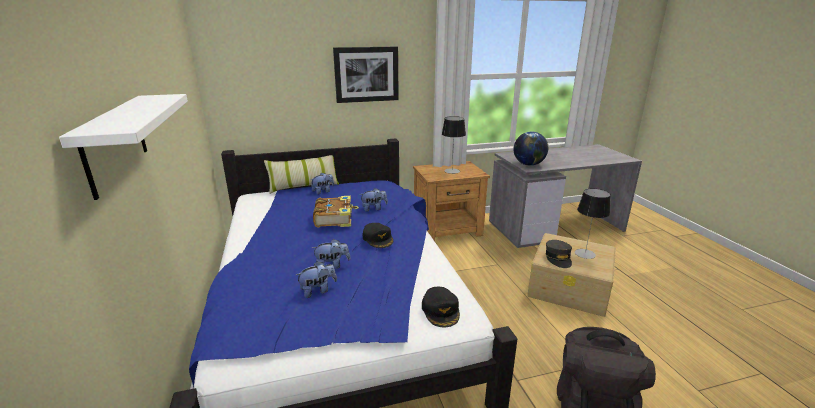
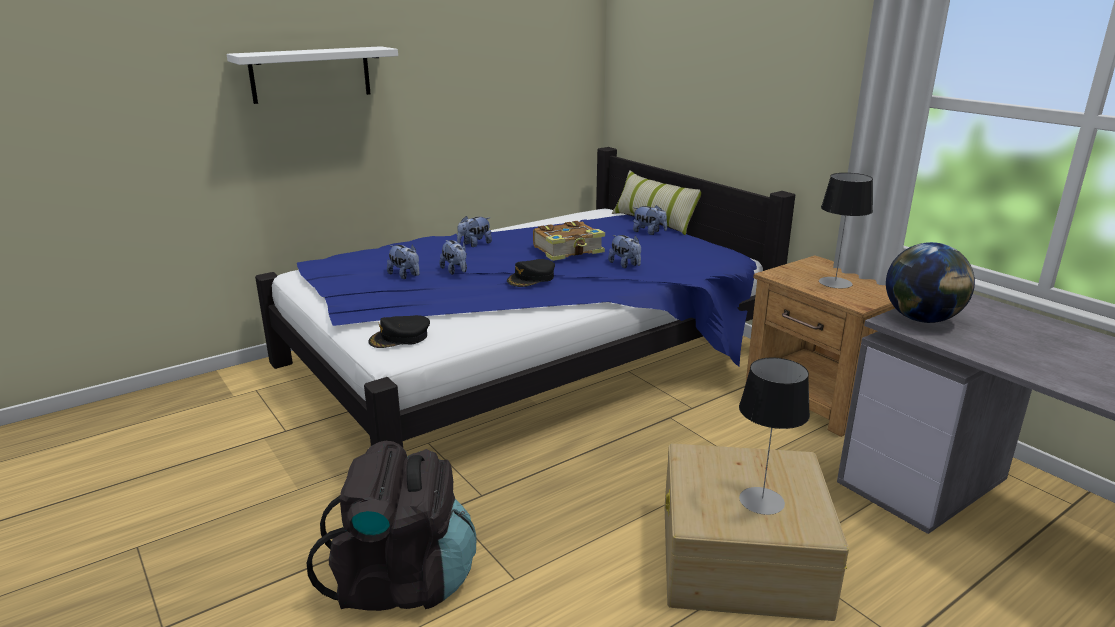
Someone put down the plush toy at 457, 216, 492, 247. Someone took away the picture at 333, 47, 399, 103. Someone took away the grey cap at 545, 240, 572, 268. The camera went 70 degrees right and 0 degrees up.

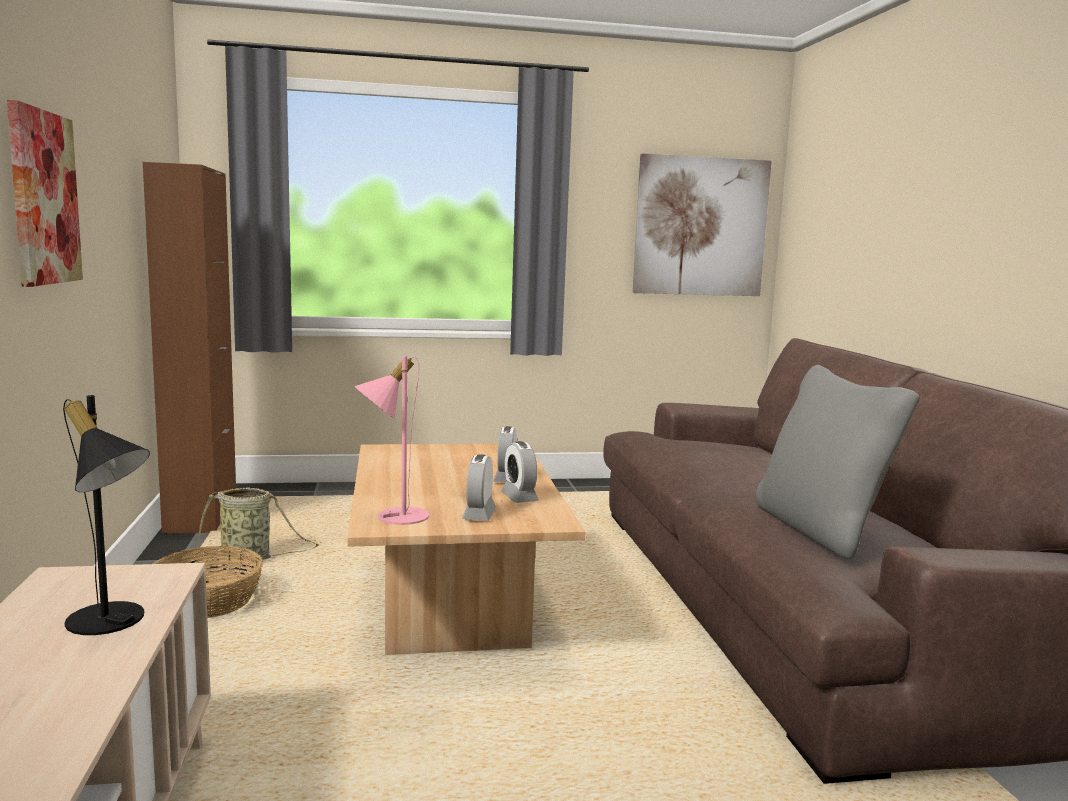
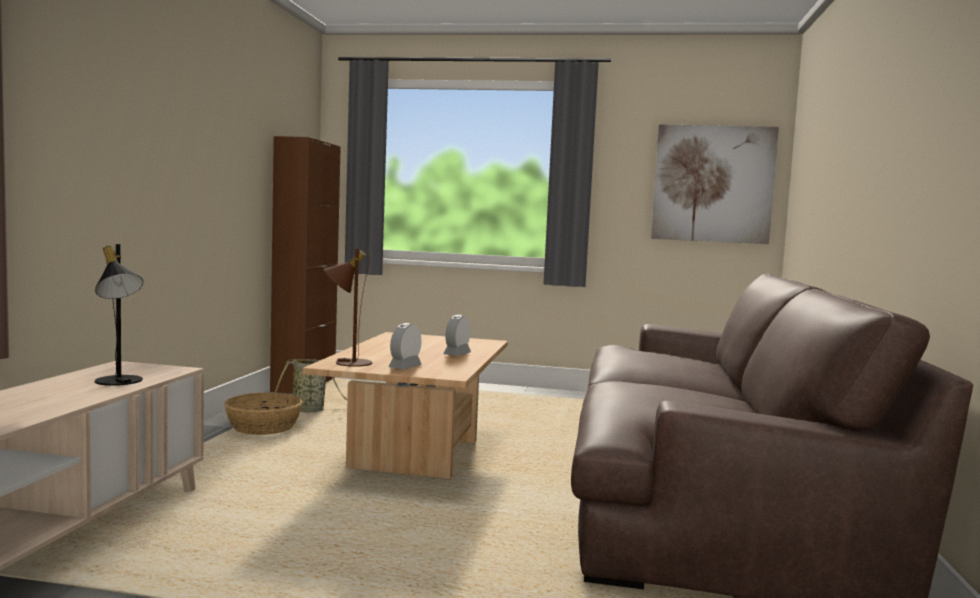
Someone repainted the pink table lamp at 354, 356, 429, 525, which became the brown table lamp at 324, 249, 372, 367. Someone took away the picture at 7, 100, 83, 287. Someone took away the alarm clock at 501, 441, 539, 503. Someone took away the grey pillow at 756, 365, 920, 559. The camera went 20 degrees right and 5 degrees down.

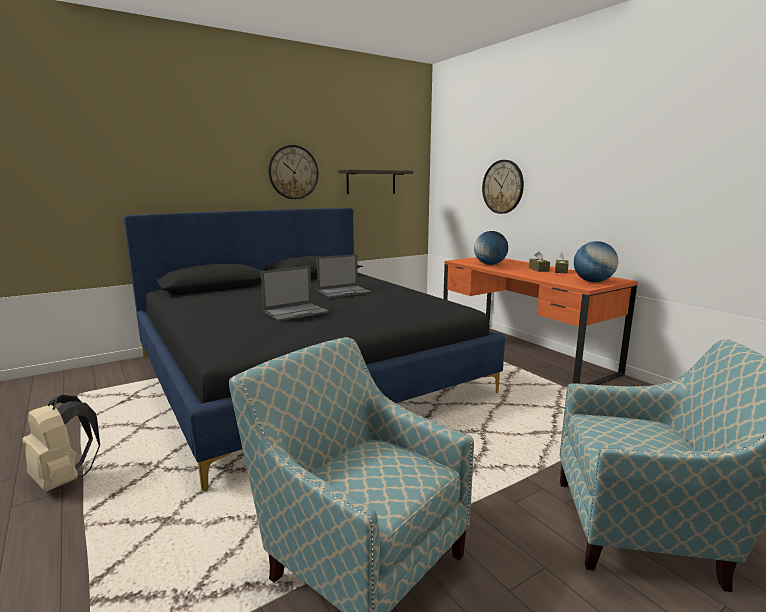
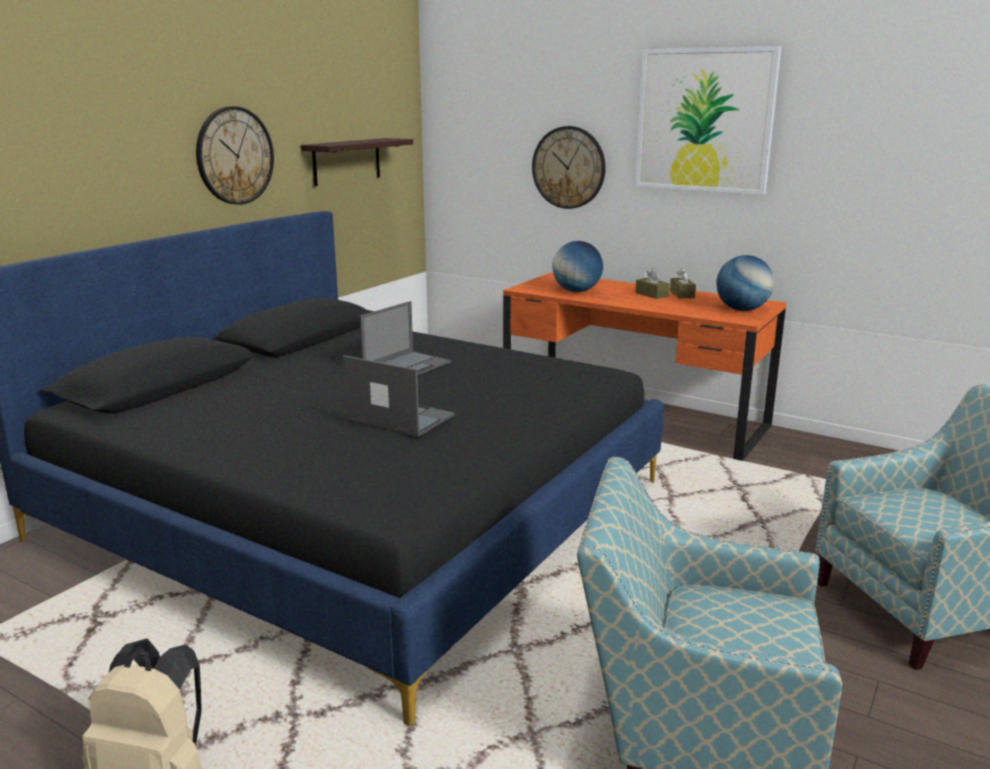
Someone rotated the laptop at 261, 266, 329, 321 by 90 degrees counterclockwise. Someone put up the picture at 635, 46, 781, 195. The camera went 25 degrees left and 5 degrees up.

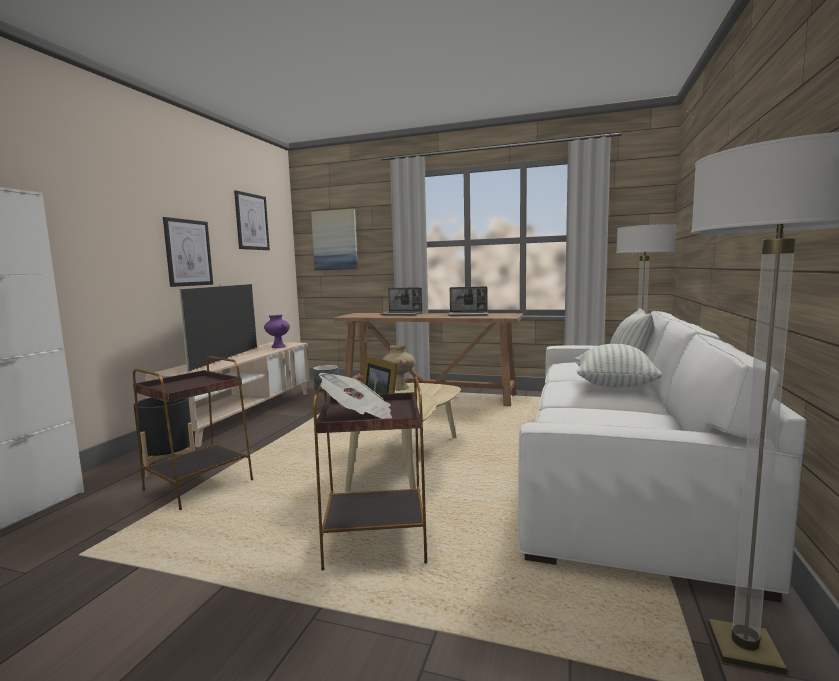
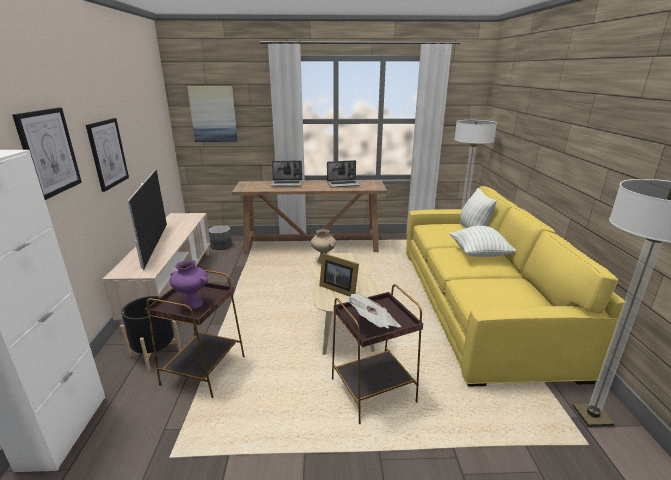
Someone carried the picture from 234, 190, 270, 250 to 12, 107, 82, 200. Someone carried the purple vase from 264, 315, 290, 348 to 169, 260, 208, 309. Someone repainted the white sofa at 518, 311, 806, 602, which became the yellow sofa at 406, 186, 625, 386. The camera went 20 degrees left and 15 degrees up.

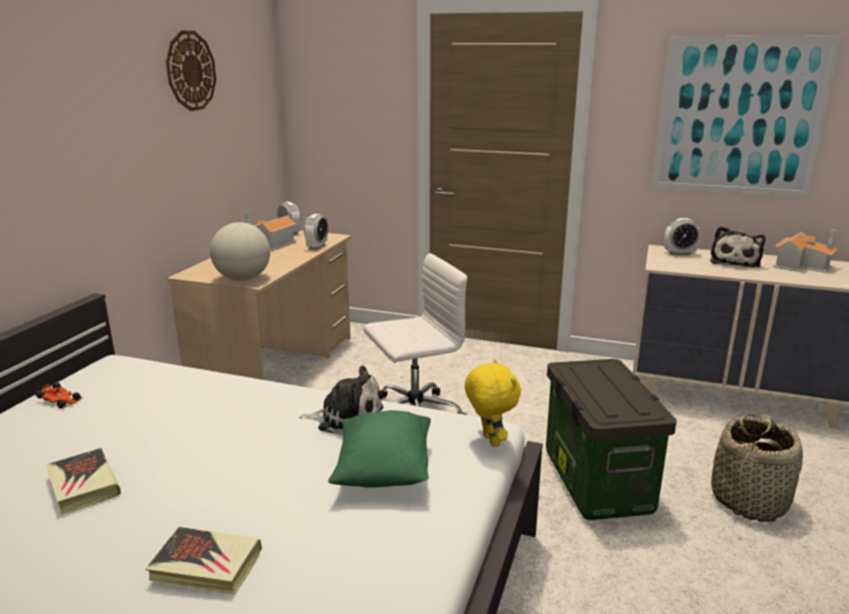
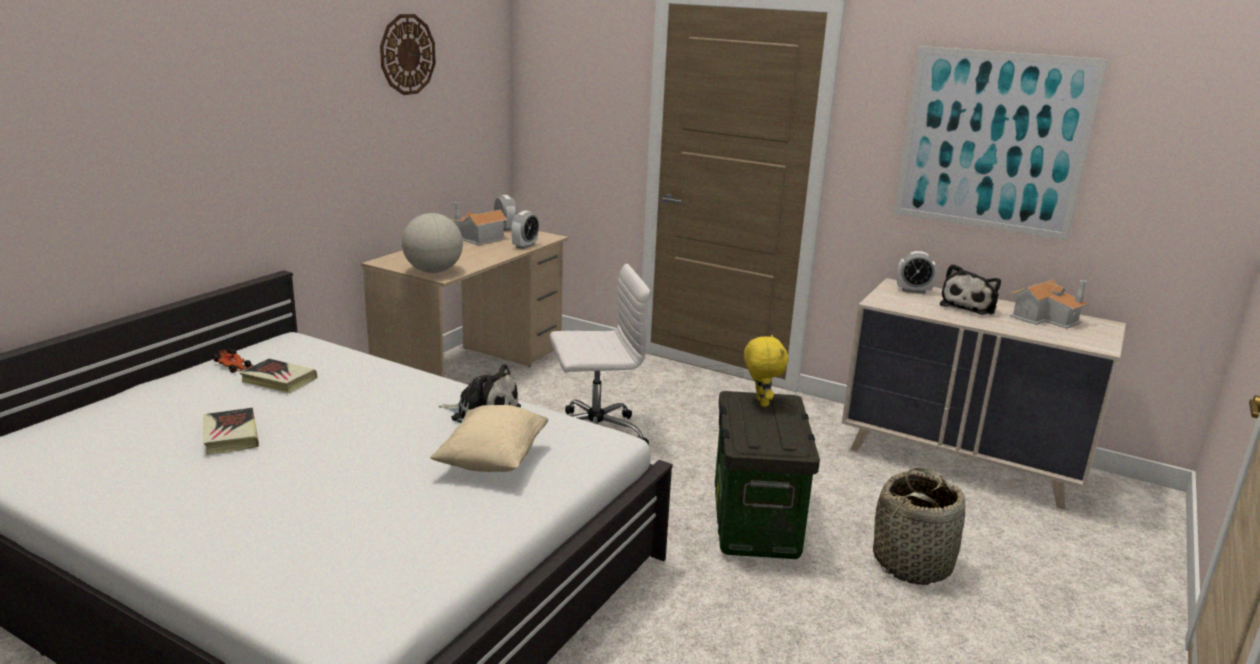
Someone carried the book from 146, 527, 262, 595 to 240, 358, 317, 393. Someone repainted the green pillow at 328, 410, 431, 488, which became the beige pillow at 430, 405, 548, 472. Someone carried the yellow plush toy from 465, 359, 521, 447 to 744, 335, 789, 407. The camera went 10 degrees right and 0 degrees up.

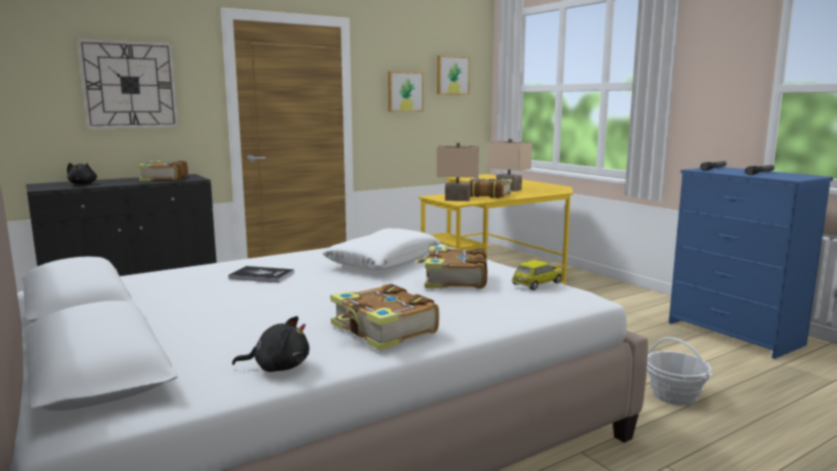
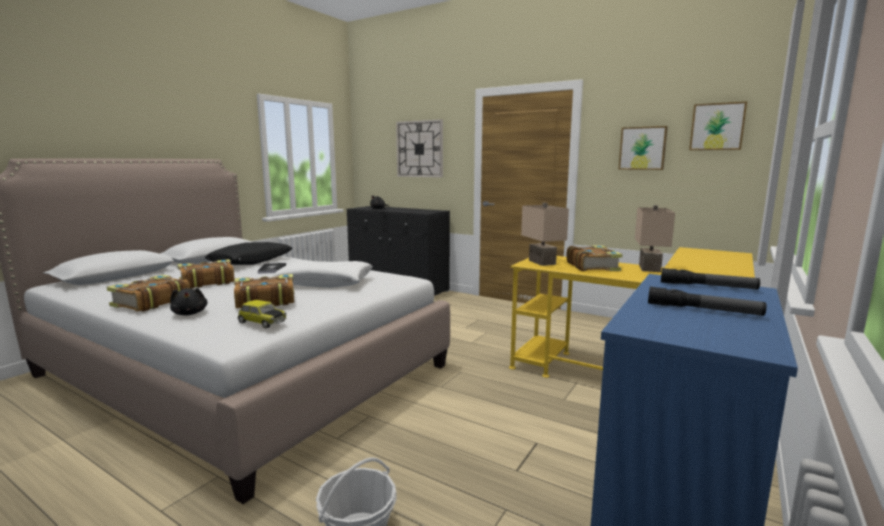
Someone carried the black plush toy from 232, 316, 309, 372 to 170, 288, 208, 315. Someone carried the book from 137, 160, 188, 181 to 177, 259, 235, 289. Someone put down the black pillow at 205, 242, 292, 265. The camera went 65 degrees right and 0 degrees up.

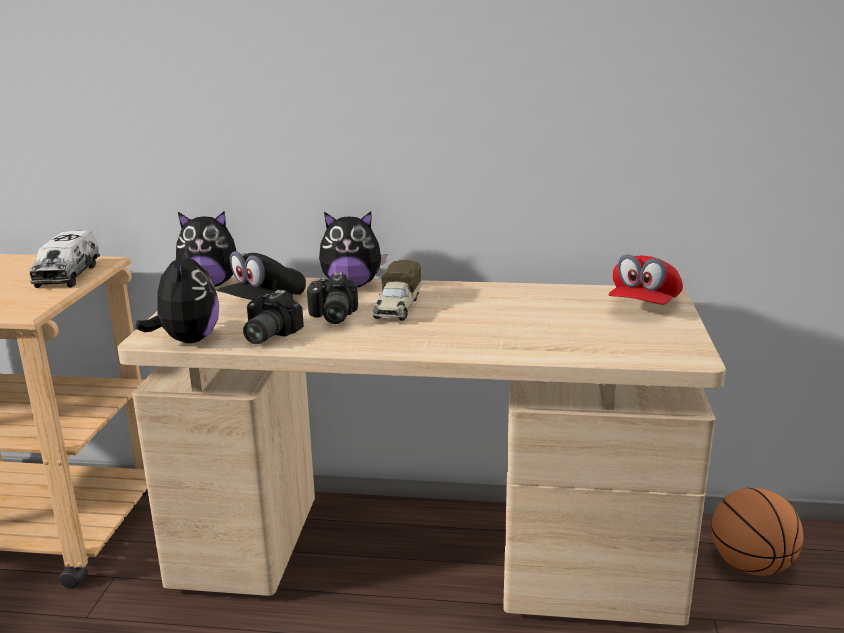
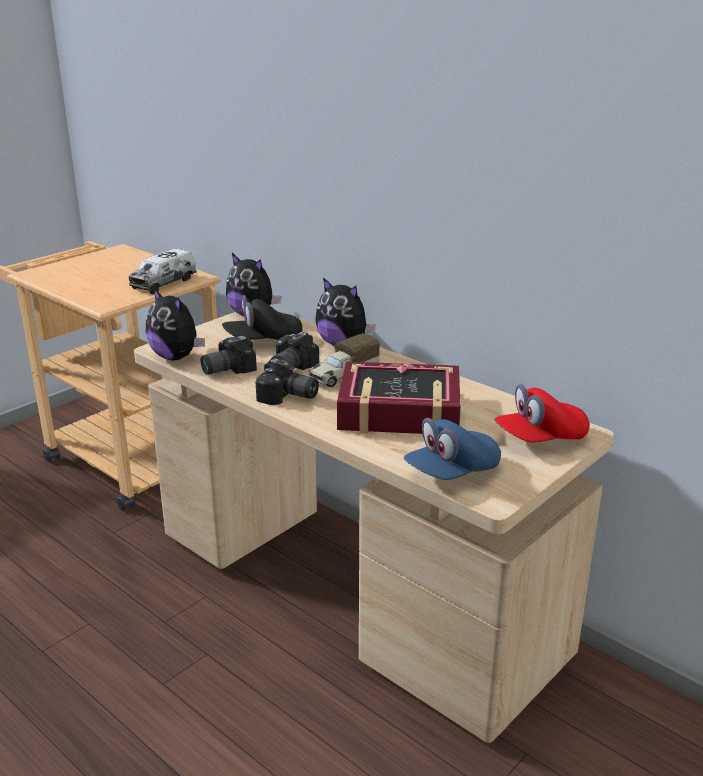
Someone rotated the plush toy at 136, 245, 219, 343 by 105 degrees clockwise. Someone put down the photo camera at 256, 358, 319, 405. Someone put down the book at 337, 361, 461, 434. Someone put down the blue cap at 404, 418, 501, 480. Someone took away the basketball at 711, 488, 803, 576. The camera went 35 degrees right and 5 degrees up.

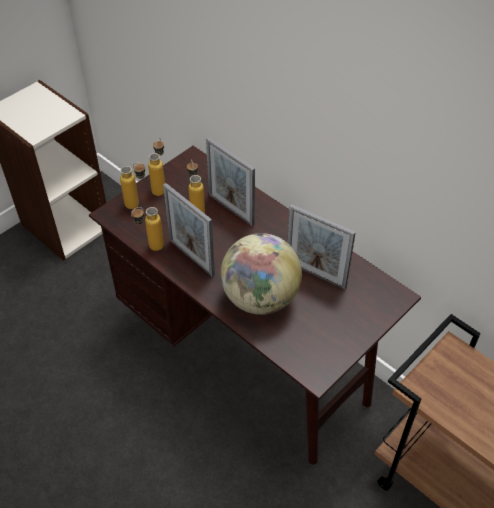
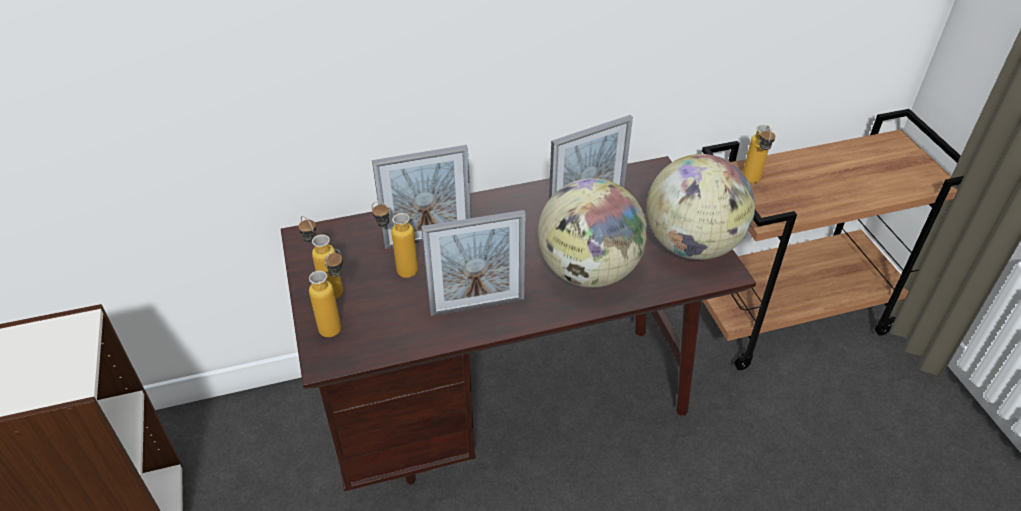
Someone put down the globe at 647, 154, 755, 260. Someone carried the bottle from 131, 207, 164, 251 to 743, 125, 775, 184. The camera went 60 degrees left and 5 degrees down.

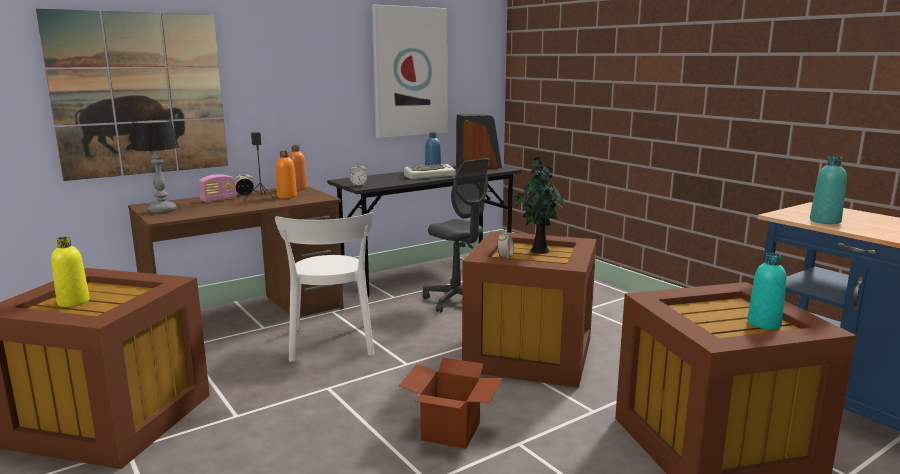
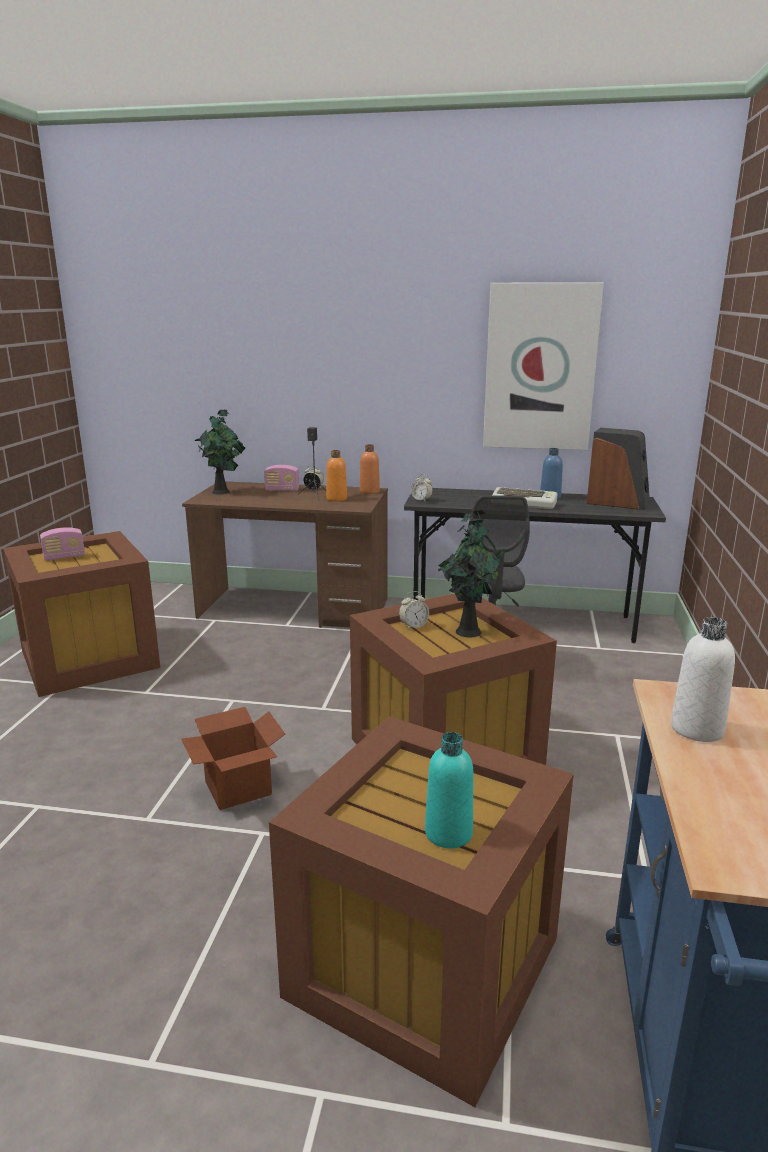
Someone swapped the yellow bottle at 51, 237, 90, 307 for the radio at 40, 527, 85, 561. Someone swapped the table lamp at 131, 119, 179, 213 for the potted plant at 194, 409, 245, 495. Someone repainted the turquoise bottle at 810, 156, 847, 224, which became the white bottle at 671, 617, 735, 742. Someone took away the picture at 36, 9, 228, 181. Someone took away the white chair at 275, 212, 374, 362. The camera went 45 degrees right and 5 degrees up.

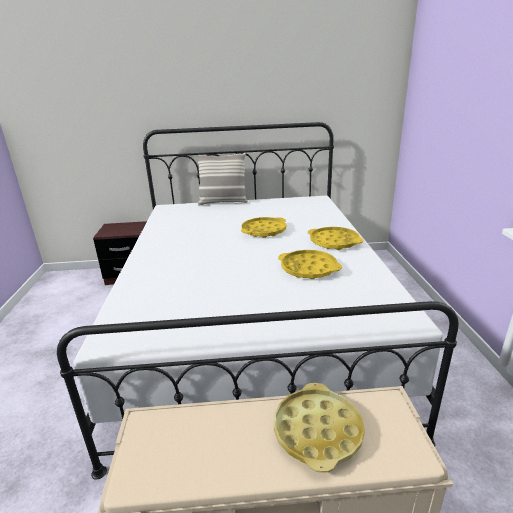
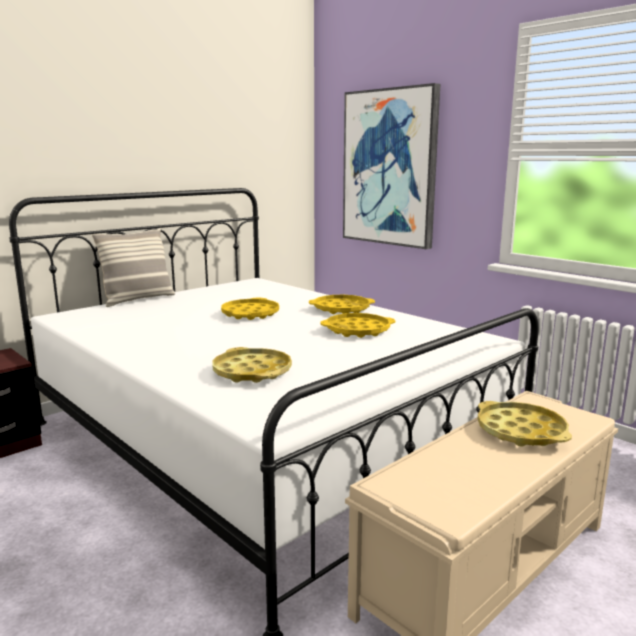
Someone put down the yellow tray at 212, 347, 292, 383. Someone put up the picture at 343, 83, 440, 249. The camera went 40 degrees left and 10 degrees down.

